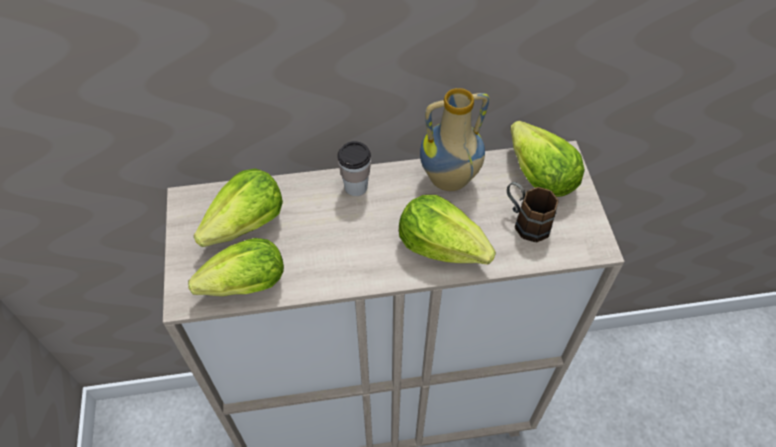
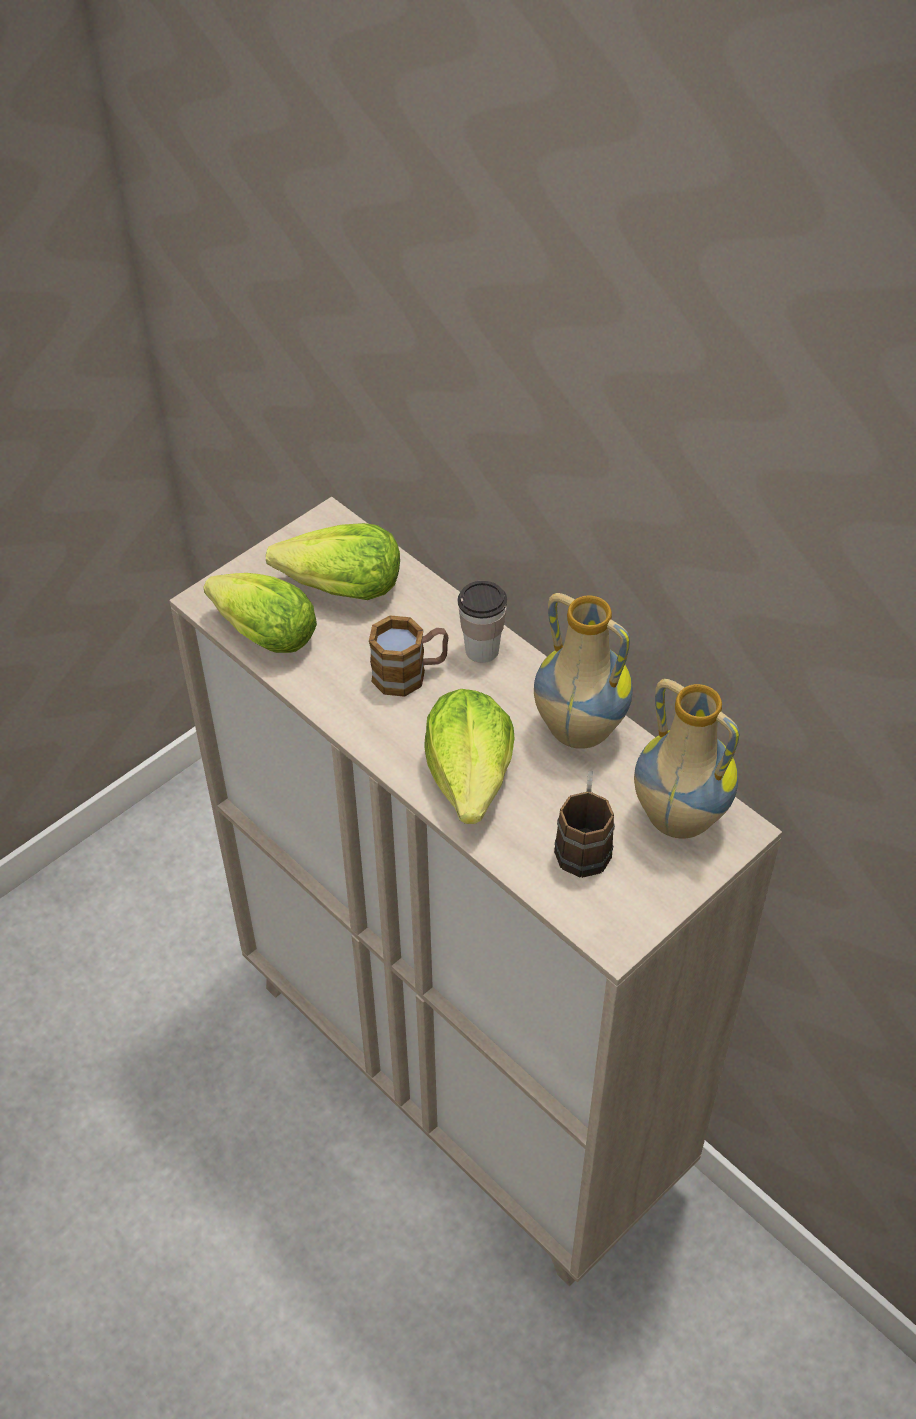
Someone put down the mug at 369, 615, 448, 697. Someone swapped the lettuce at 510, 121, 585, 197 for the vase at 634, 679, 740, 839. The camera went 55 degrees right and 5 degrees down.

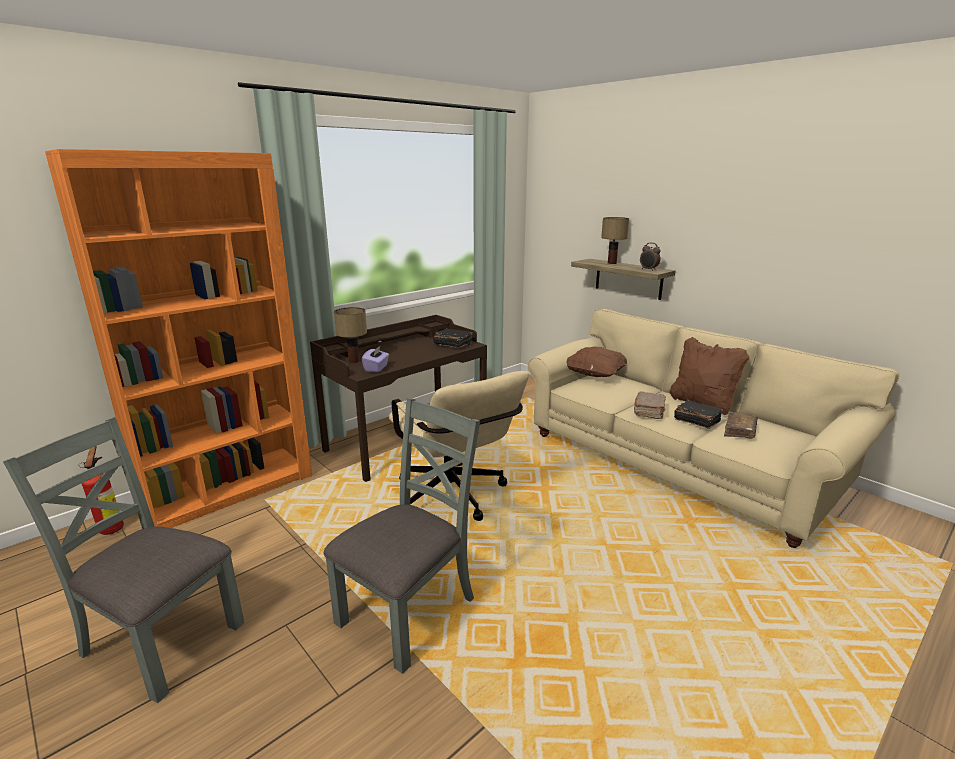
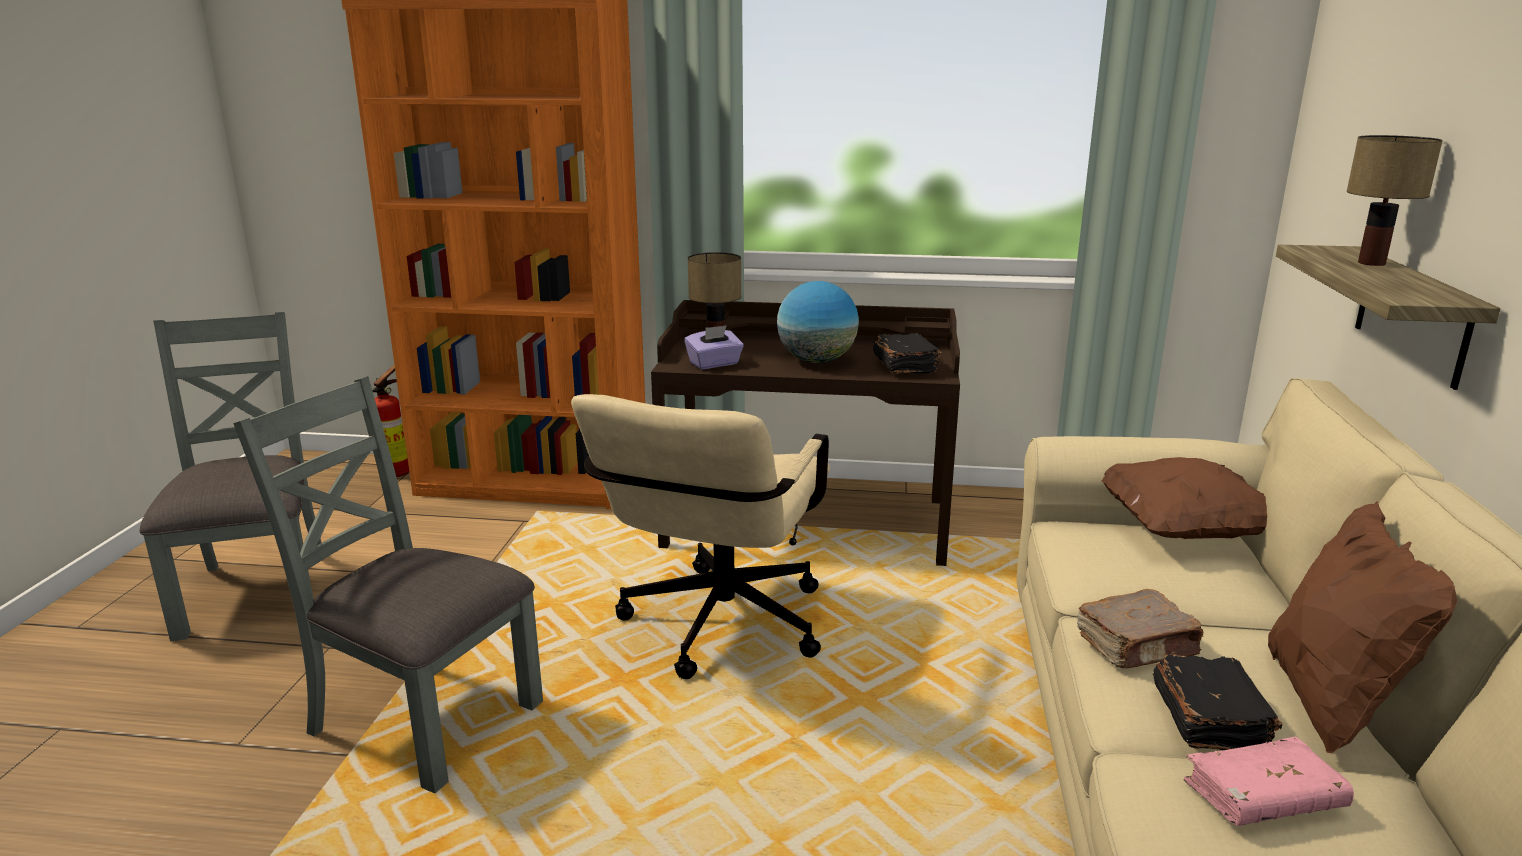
Someone rotated the grey chair at 323, 398, 480, 674 by 150 degrees counterclockwise. Someone put down the globe at 777, 281, 859, 363. Someone repainted the brown book at 724, 411, 758, 438, which became the pink book at 1184, 737, 1354, 826. Someone took away the alarm clock at 640, 243, 661, 271. The camera went 50 degrees right and 0 degrees up.

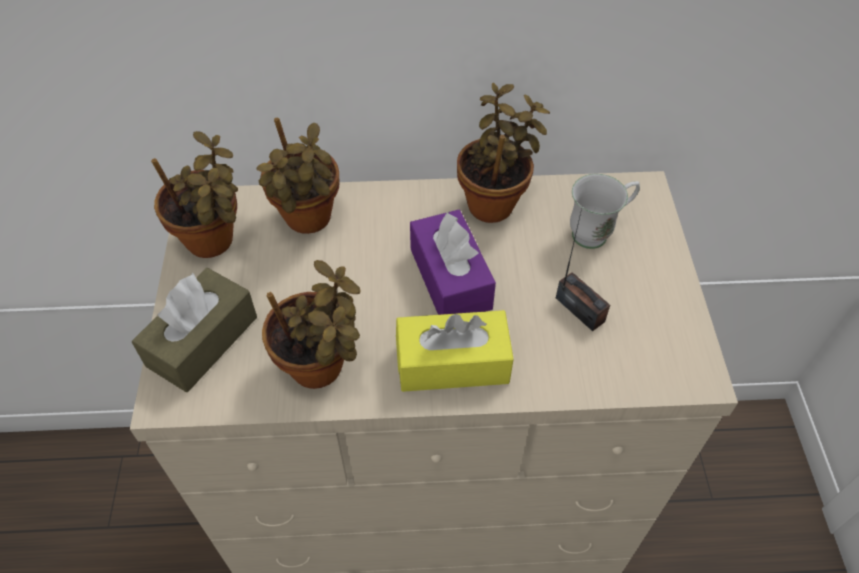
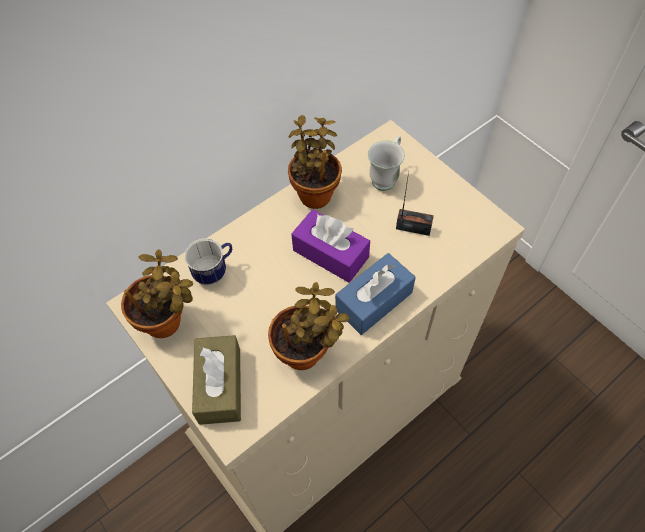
Someone swapped the potted plant at 256, 117, 339, 234 for the mug at 184, 238, 232, 285. Someone repainted the yellow tissue box at 396, 310, 514, 392, which became the blue tissue box at 335, 253, 416, 335. The camera went 35 degrees left and 5 degrees up.

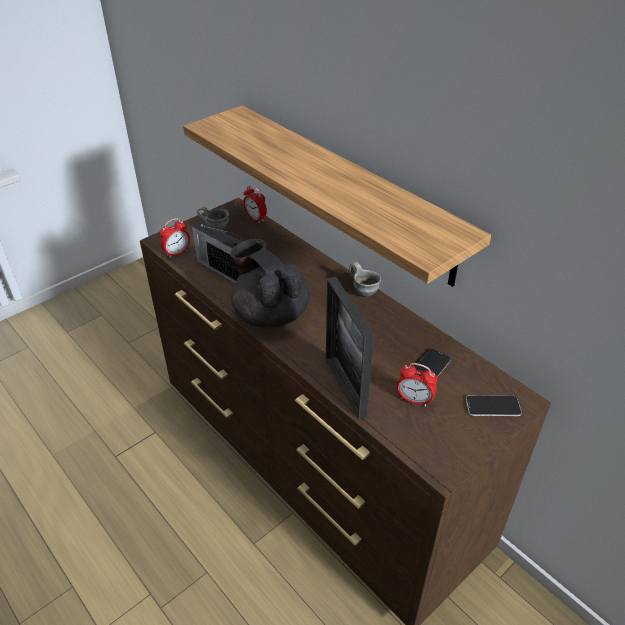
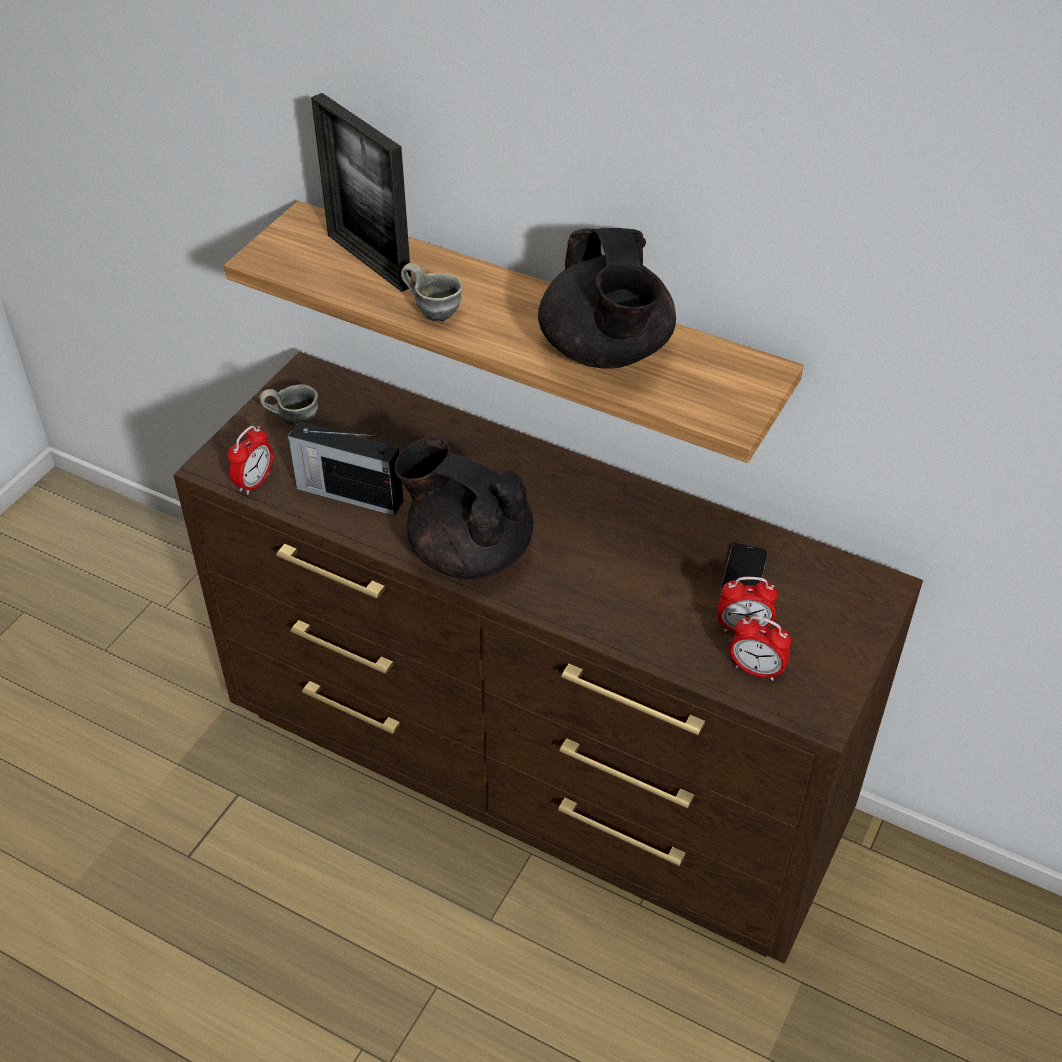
Someone carried the picture frame from 326, 276, 374, 419 to 311, 93, 411, 292. Someone carried the grey mug from 349, 262, 381, 297 to 401, 263, 463, 321. Someone put down the black teapot at 538, 228, 676, 368. Someone carried the alarm clock from 243, 185, 267, 224 to 730, 616, 791, 681. Someone took away the phone at 466, 395, 522, 416. The camera went 20 degrees left and 5 degrees up.

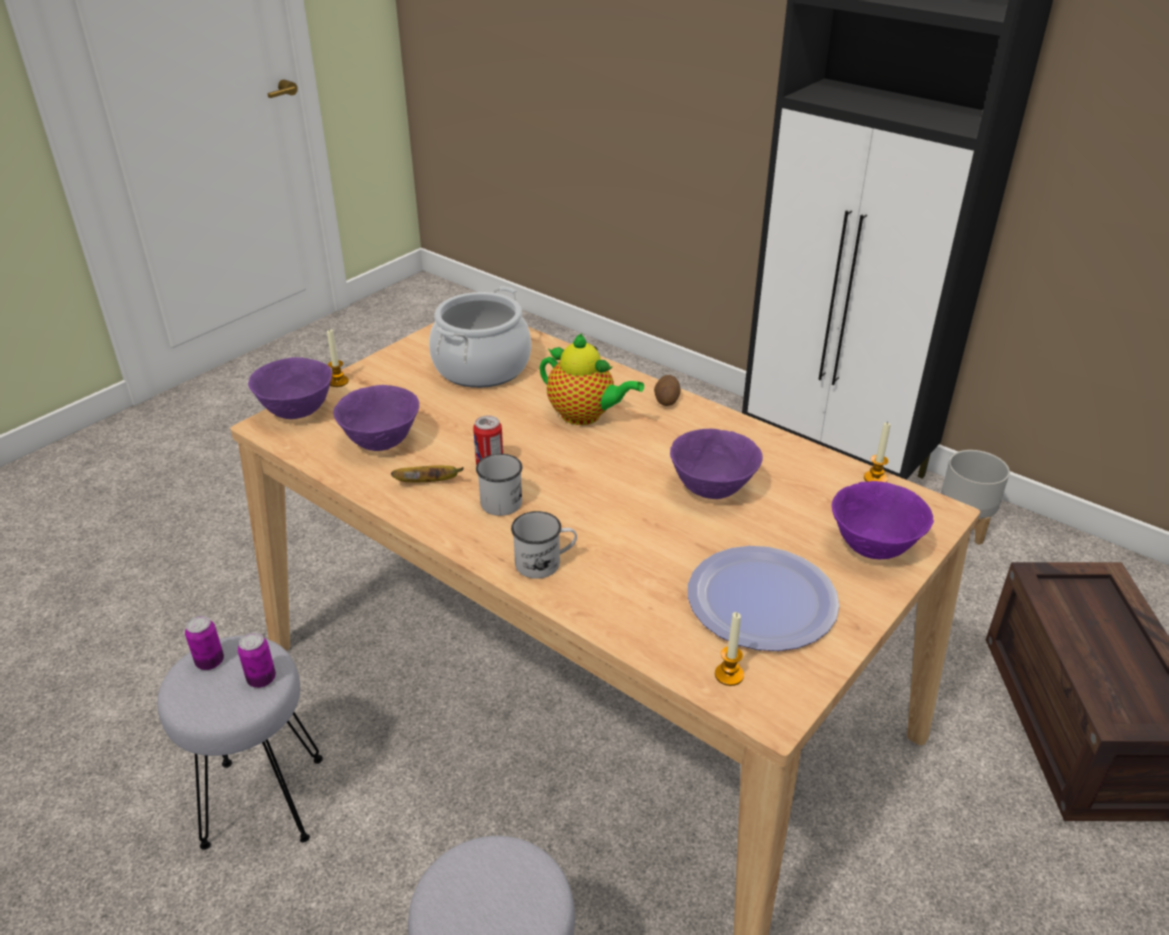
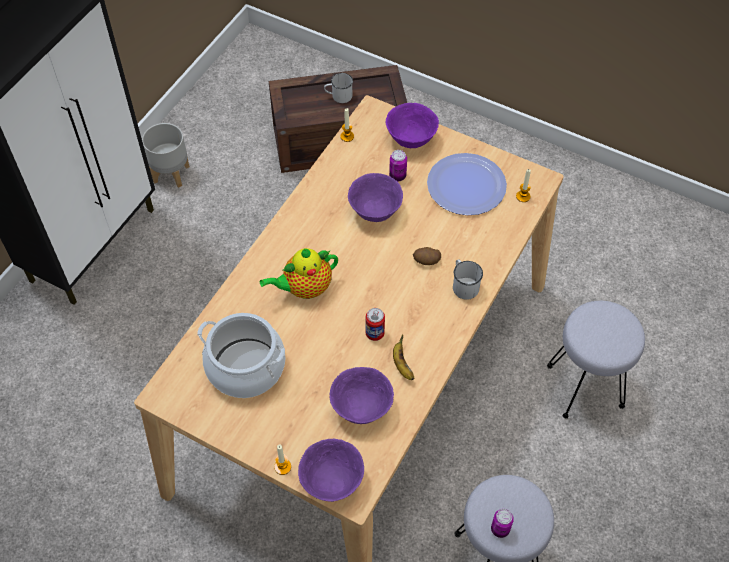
Someone rotated the teapot at 540, 334, 644, 425 by 135 degrees counterclockwise. Someone carried the white mug from 476, 454, 522, 516 to 324, 73, 353, 103. Someone carried the can from 238, 632, 276, 688 to 389, 150, 407, 182. Someone carried the potato from 654, 375, 680, 406 to 413, 247, 441, 265. The camera went 100 degrees left and 20 degrees up.

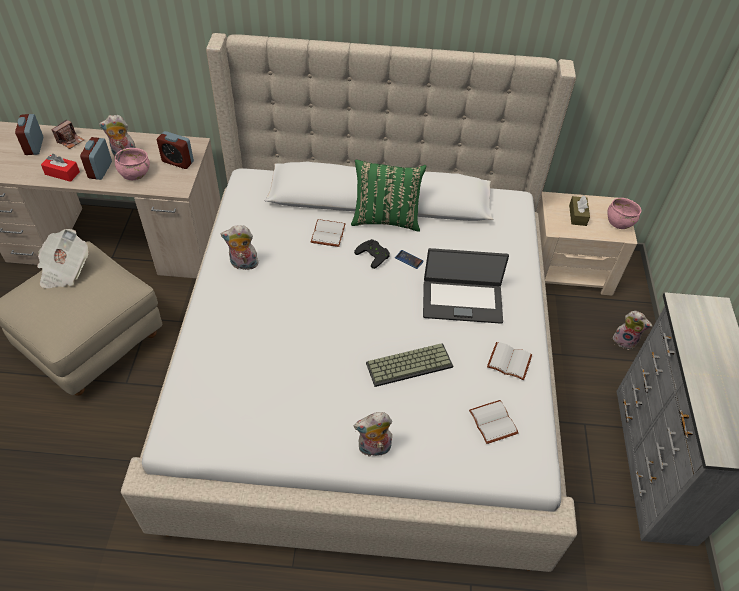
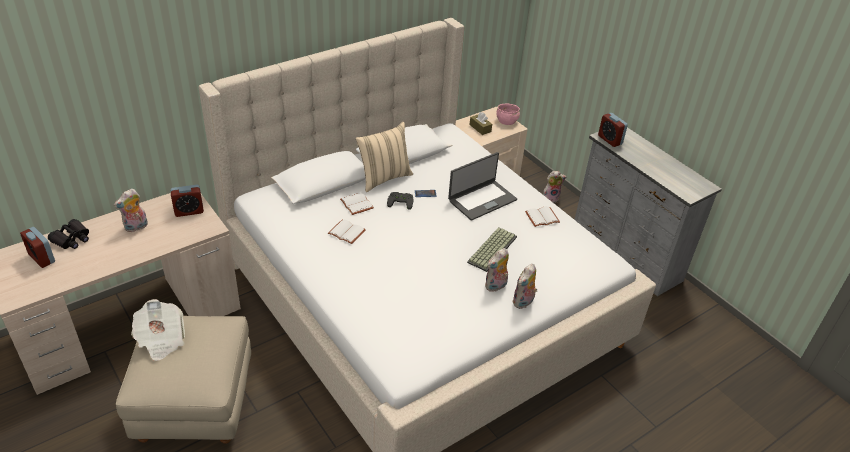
Someone swapped the photo camera at 52, 120, 84, 149 for the black binoculars at 48, 219, 89, 249. Someone carried the white book from 469, 400, 518, 444 to 328, 219, 366, 244. Someone repainted the green pillow at 351, 160, 426, 232, which became the beige pillow at 355, 122, 413, 192. Someone carried the plush toy from 221, 225, 259, 270 to 485, 248, 509, 292. Someone carried the alarm clock from 80, 137, 112, 180 to 598, 113, 628, 147. Someone took away the red tissue box at 41, 154, 80, 182. Someone took away the pink bowl at 115, 148, 150, 180. The camera went 40 degrees left and 10 degrees down.

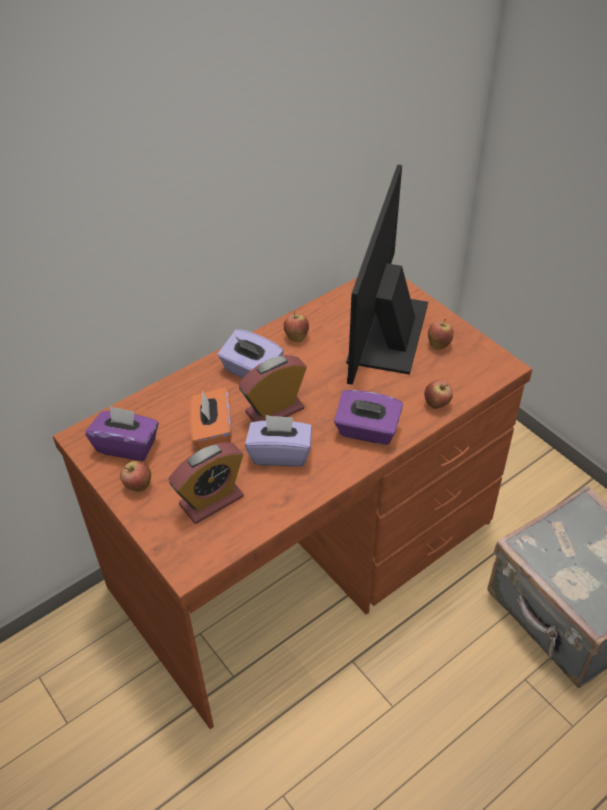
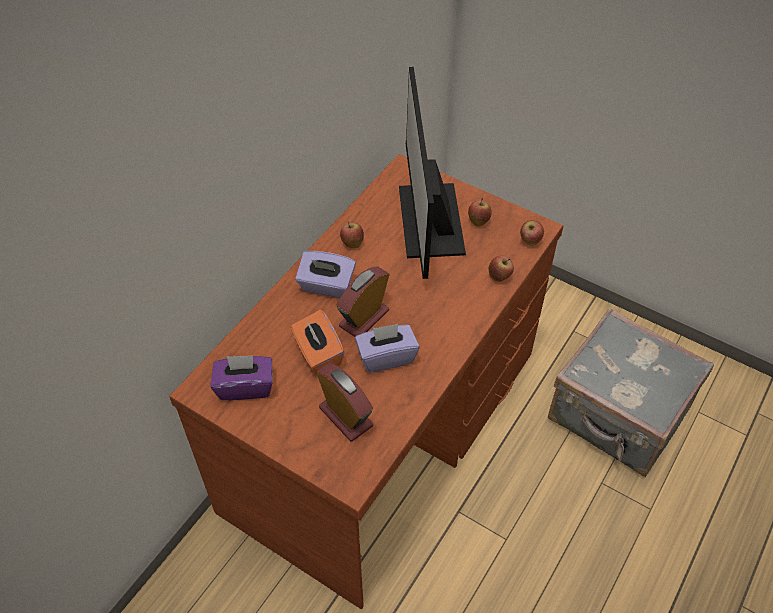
Someone rotated the alarm clock at 169, 442, 244, 524 by 75 degrees counterclockwise. Someone carried the apple from 120, 461, 151, 492 to 520, 220, 544, 245. Someone took away the purple tissue box at 334, 390, 403, 445. The camera went 20 degrees left and 5 degrees up.

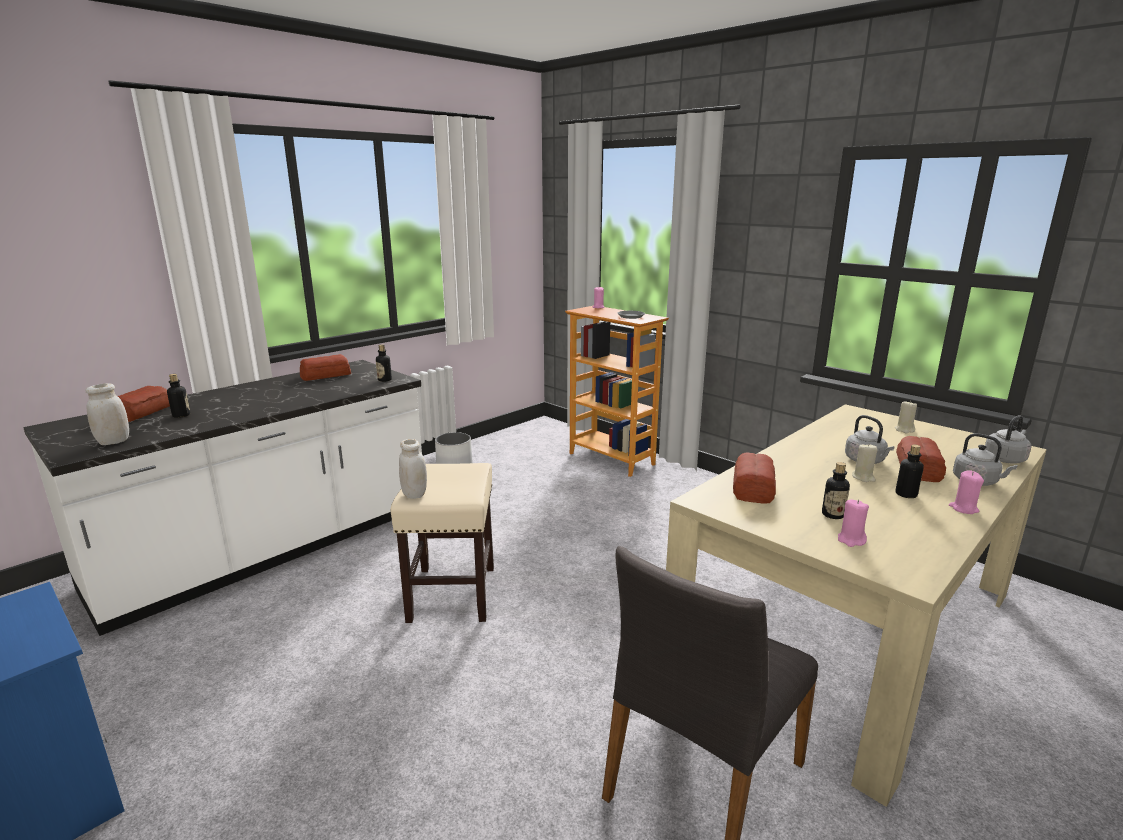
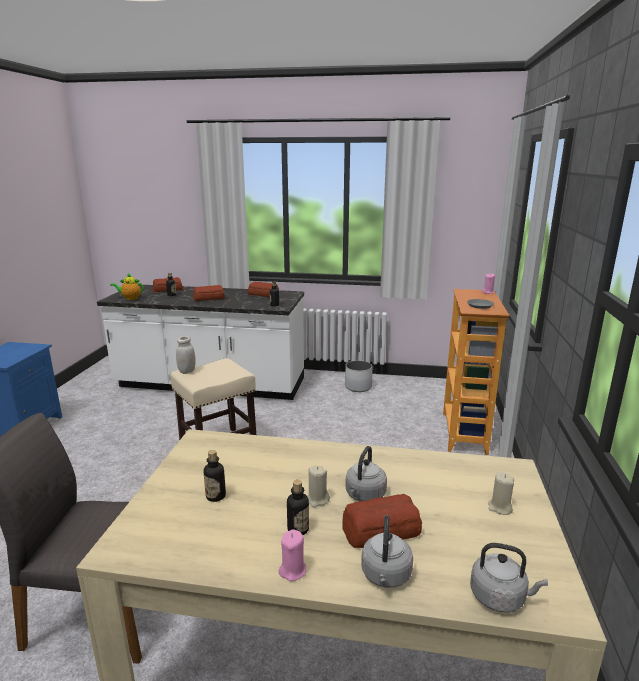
Someone swapped the white jar at 85, 383, 129, 445 for the teapot at 110, 273, 144, 300. Someone carried the bread from 733, 452, 776, 504 to 193, 285, 225, 301. Someone took away the pink candle at 838, 499, 869, 547. The camera went 55 degrees right and 0 degrees up.

